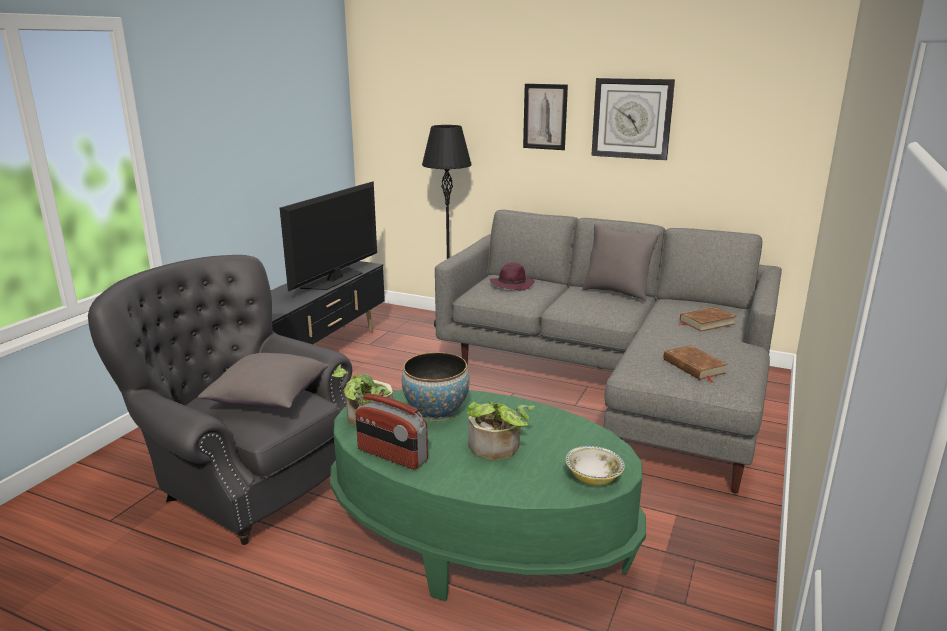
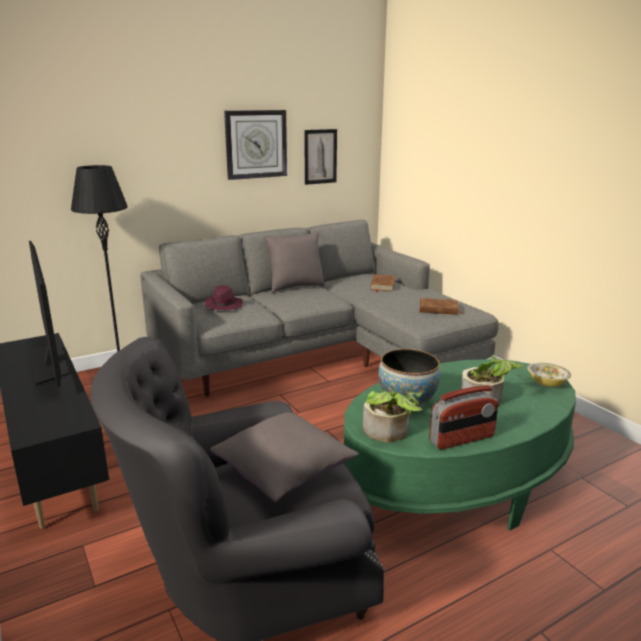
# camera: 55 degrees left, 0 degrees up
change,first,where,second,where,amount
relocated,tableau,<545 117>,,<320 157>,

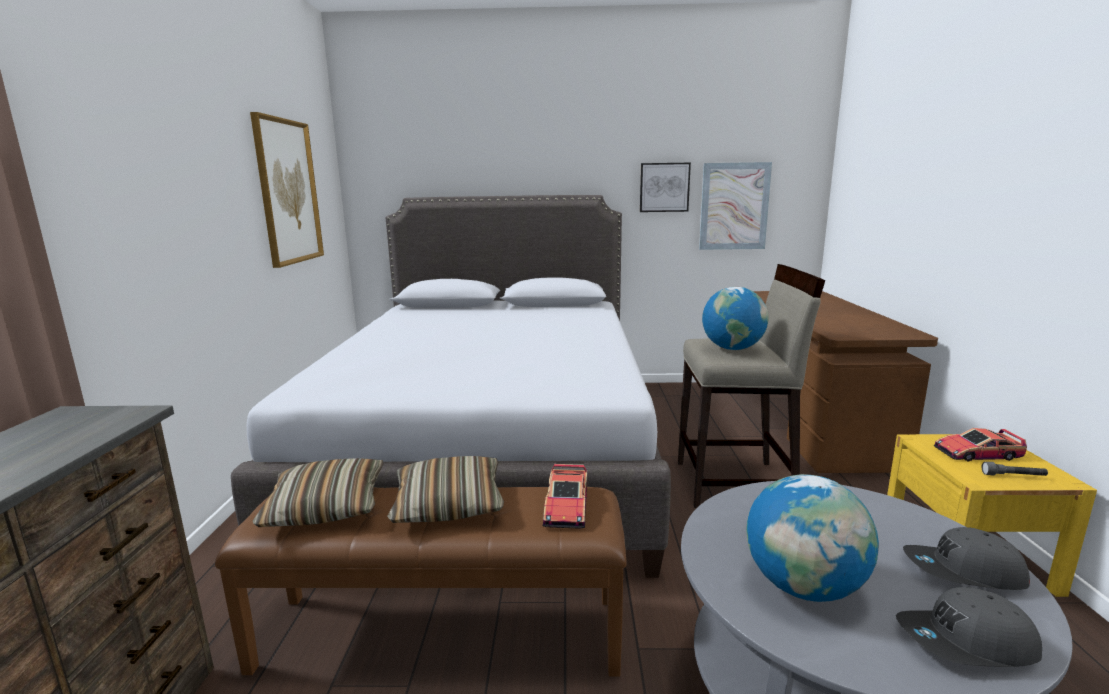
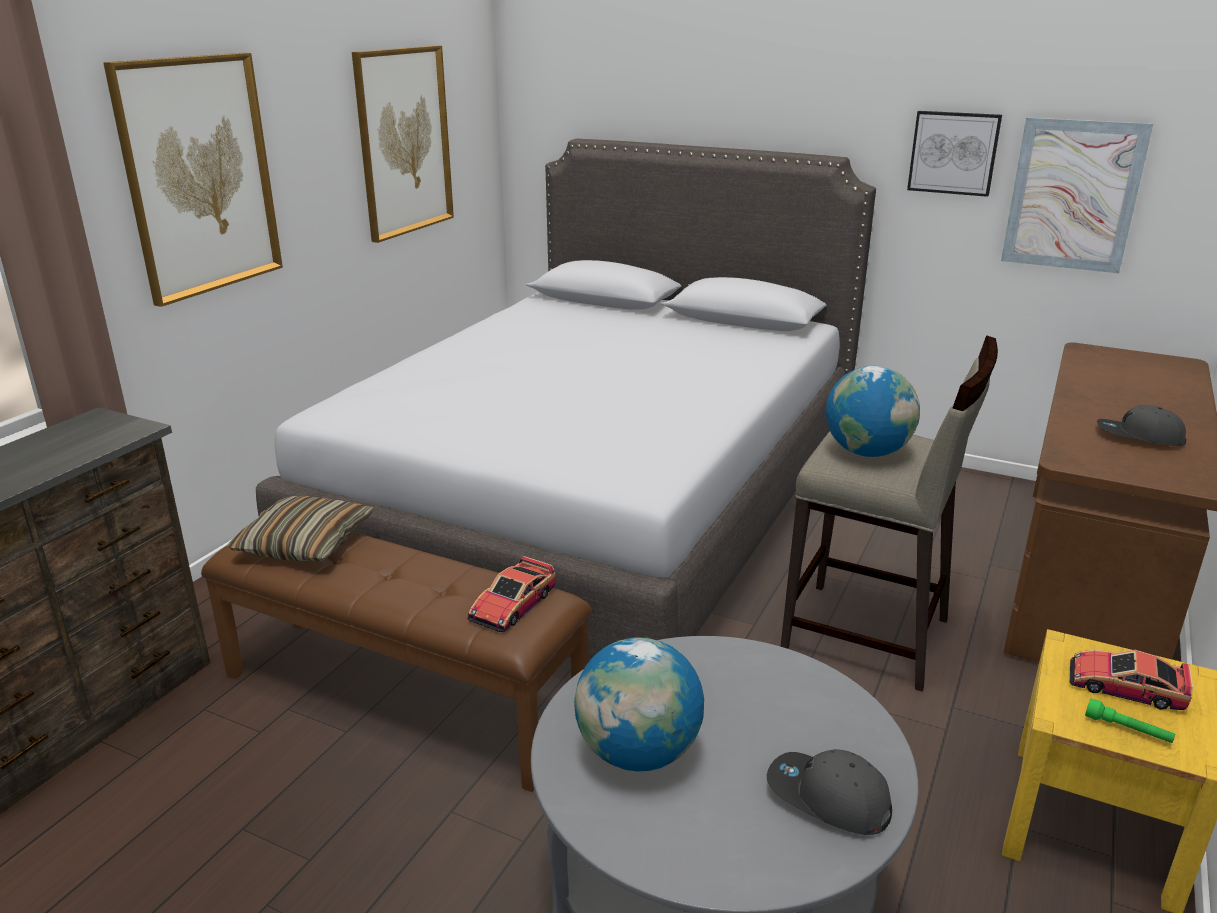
# camera: 25 degrees right, 10 degrees up
change,first,where,second,where,amount
missing,coussin,<446 489>,,,
relocated,casquette/gris,<969 627>,,<1141 425>,
colour,lampe de poche/gris,<1015 469>,lampe de poche/vert,<1130 721>,
appeared,,,tableau,<193 180>,

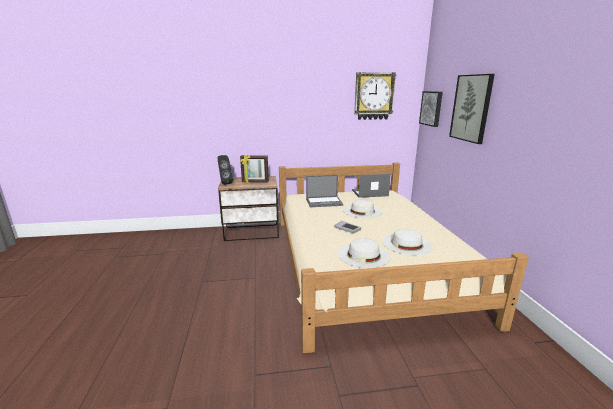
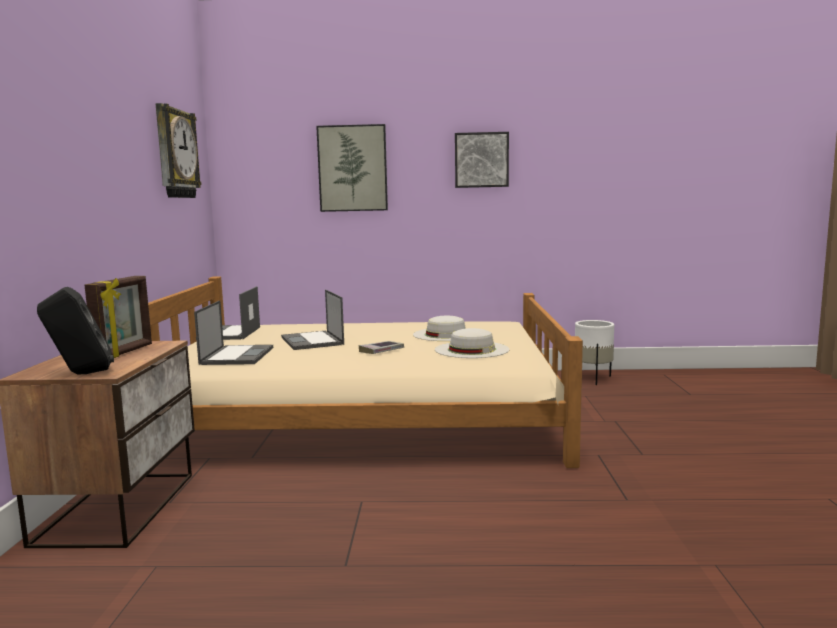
# camera: 80 degrees left, 10 degrees down
change,first,where,second,where,amount
exchanged,chapeau/blanc,<362 209>,ordinateur portable,<312 320>,
relocated,tableau,<431 109>,,<482 160>,
appeared,,,cache-pot/blanc,<594 352>,

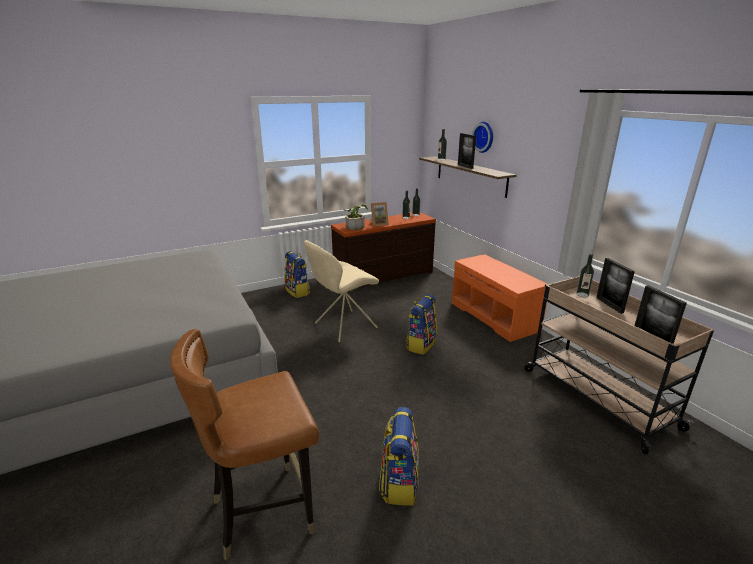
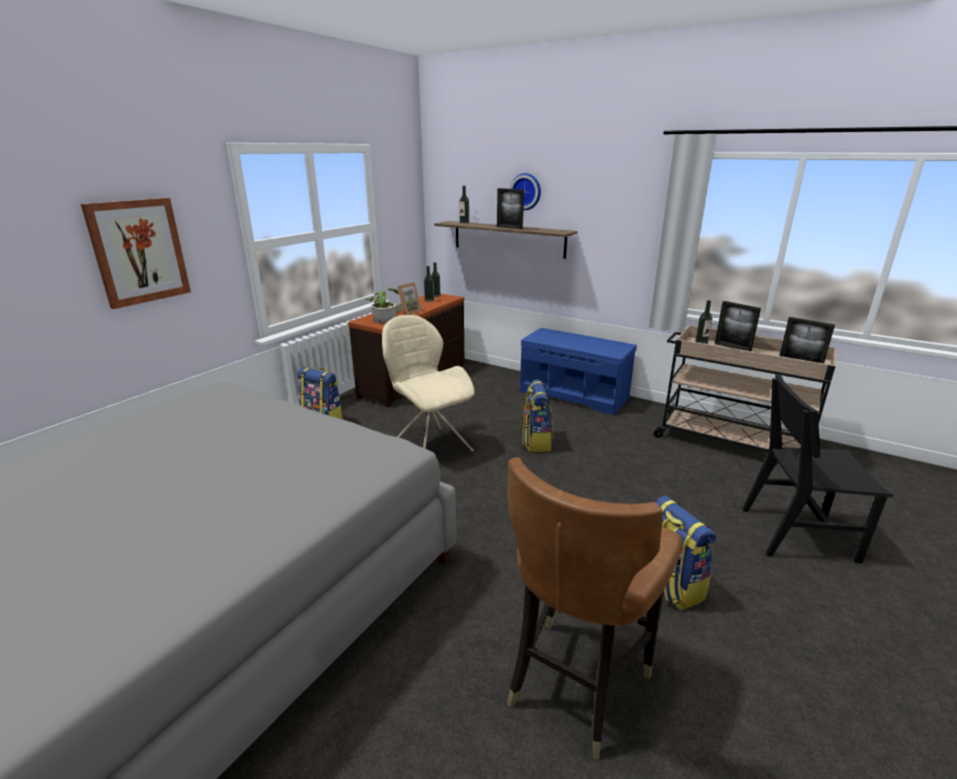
# camera: 30 degrees left, 0 degrees up
change,first,where,second,where,amount
spun,chaise/beige,<341 291>,,<428 383>,120 degrees clockwise
colour,banc/orange,<499 298>,banc/bleu,<578 371>,
appeared,,,tableau,<136 253>,
appeared,,,chaise/noir,<817 469>,

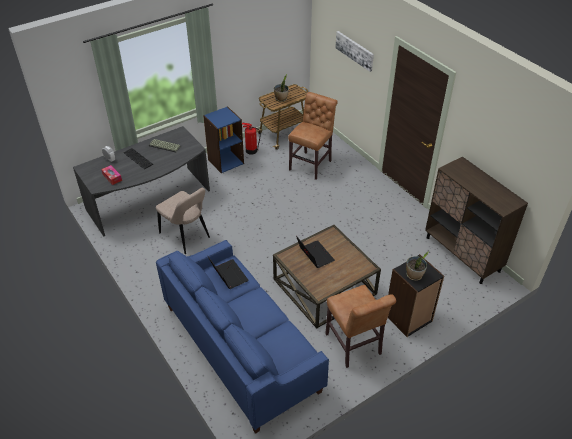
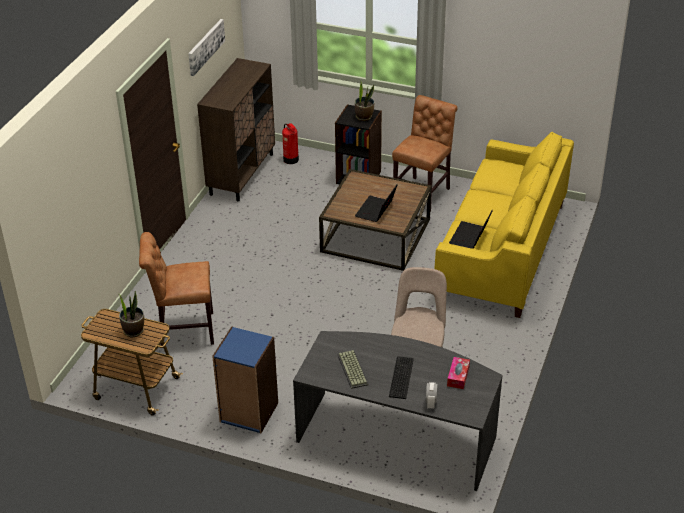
# camera: 125 degrees left, 5 degrees down
change,first,where,second,where,amount
colour,canapé/bleu,<242 337>,canapé/jaune,<504 225>,
relocated,extincteur,<251 139>,,<290 143>,
relocated,tableau,<354 51>,,<206 47>,

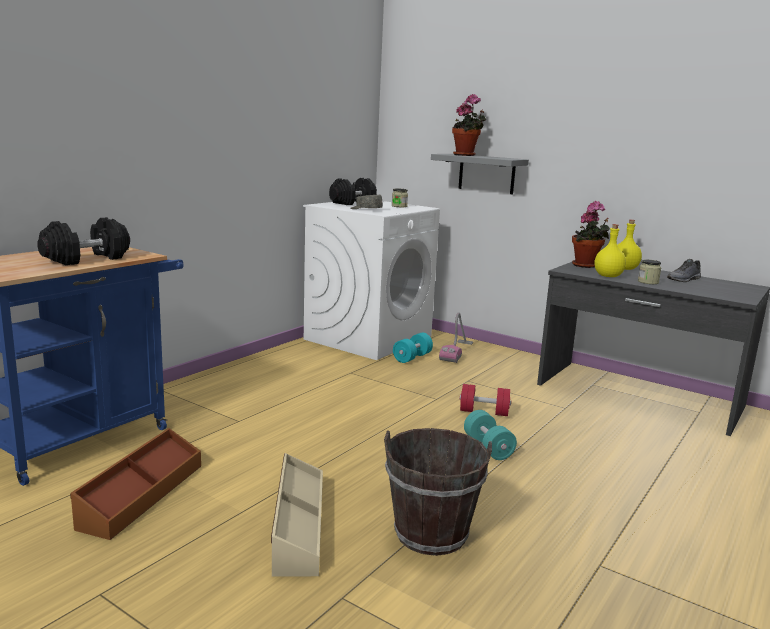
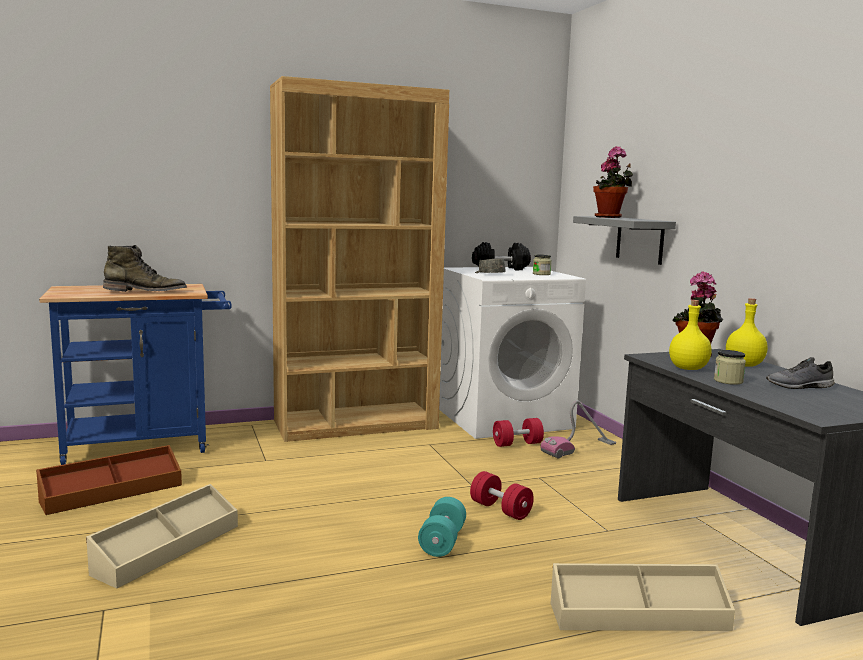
# camera: 35 degrees right, 5 degrees down
change,first,where,second,where,amount
exchanged,haltère/noir,<83 241>,botte/vert,<145 268>,
missing,seau/marron,<438 492>,,,
colour,haltère/turquoise,<413 348>,haltère/rouge,<518 432>,
appeared,,,bibliothèque/marron,<359 259>,
appeared,,,boîte de rangement/beige,<643 597>,

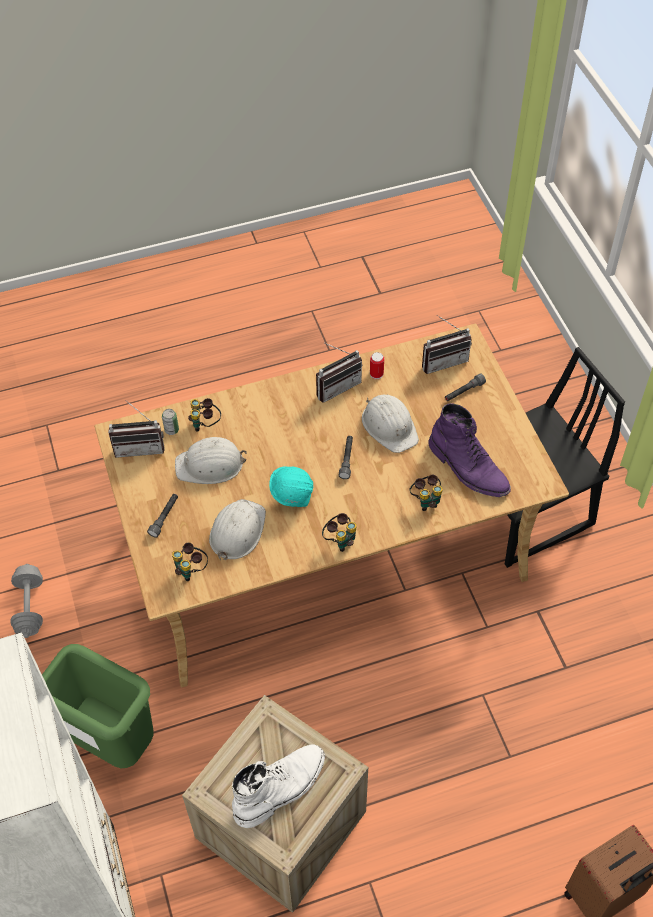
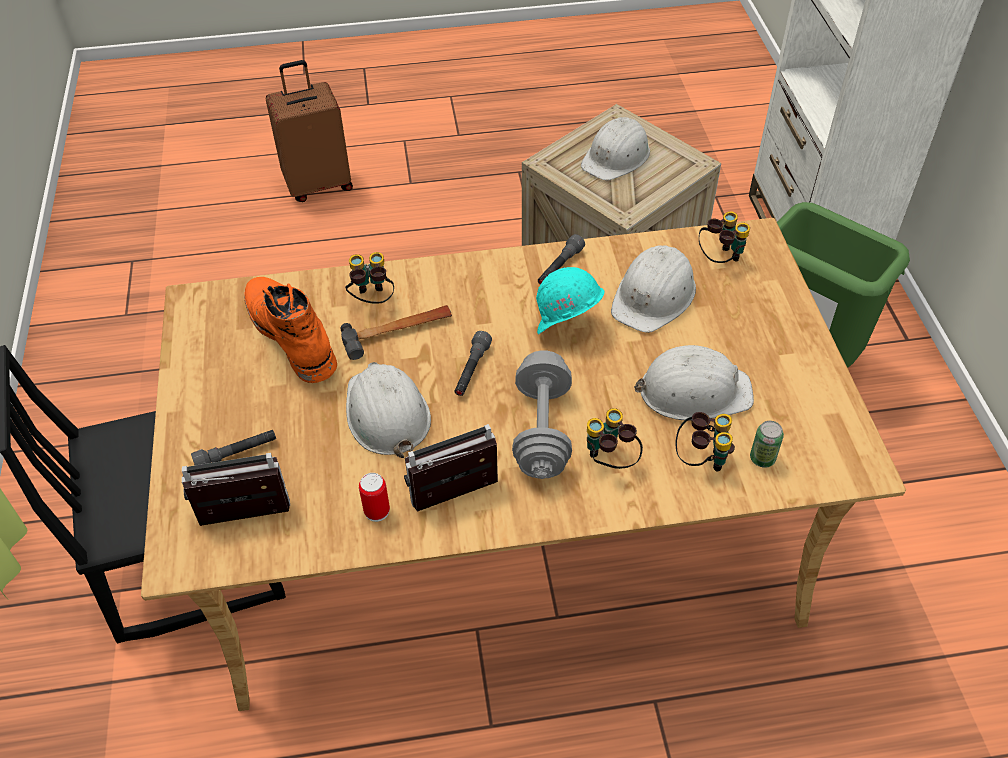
# camera: 170 degrees left, 5 degrees down
change,first,where,second,where,amount
relocated,haltère/gris,<26 601>,,<542 414>,
missing,radio,<136 430>,,,
relocated,lampe de poche/gris,<162 516>,,<561 259>,
exchanged,botte/blanc,<278 786>,casque de chantier/blanc,<615 149>,
relocated,jumelles,<339 532>,,<615 438>,
colour,botte/violet,<469 450>,botte/orange,<290 330>,
appeared,,,marteau,<396 332>,

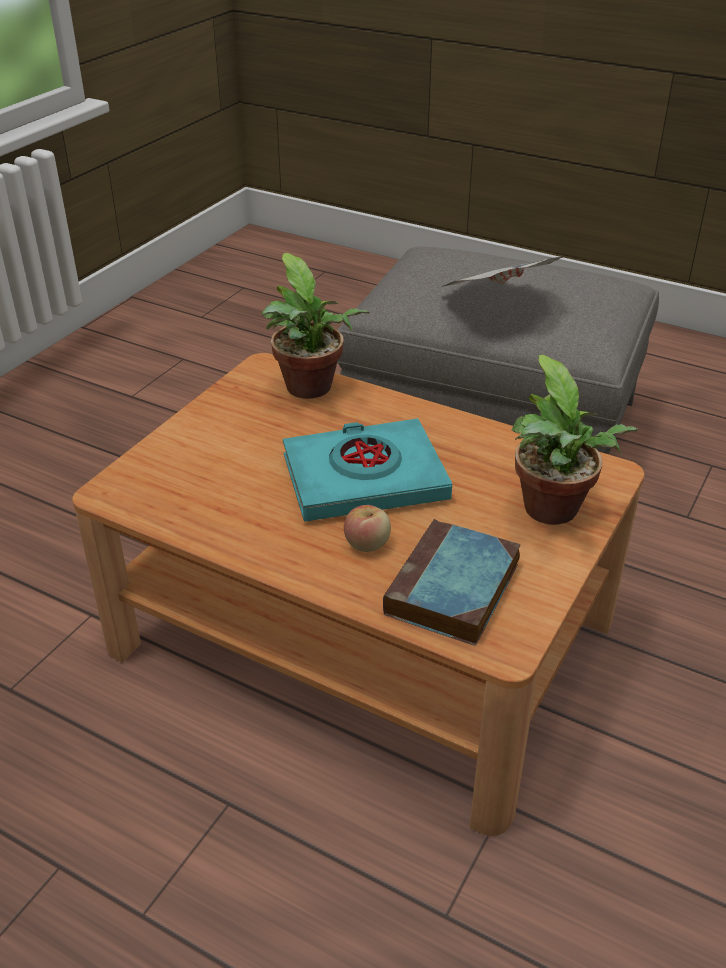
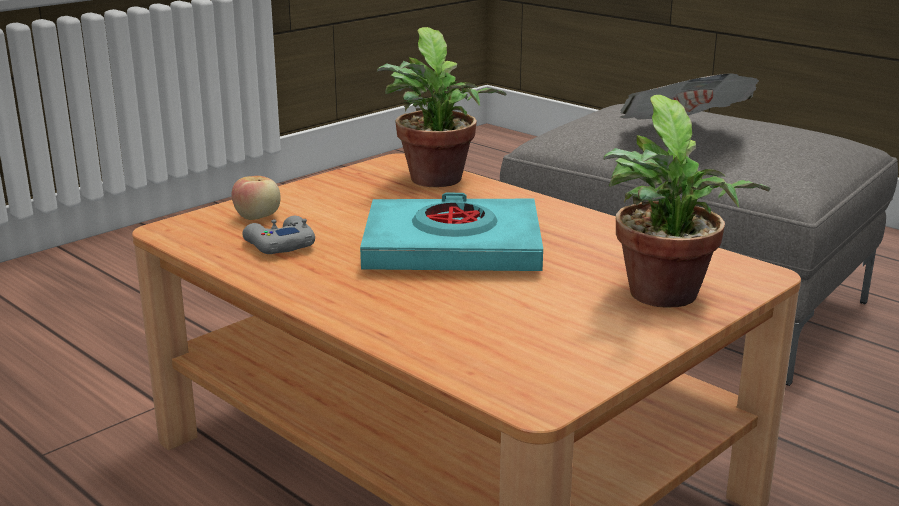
# camera: 15 degrees right, 15 degrees down
change,first,where,second,where,amount
relocated,pomme,<367 528>,,<256 198>,
missing,livre,<451 582>,,,
appeared,,,manette/gris,<278 235>,

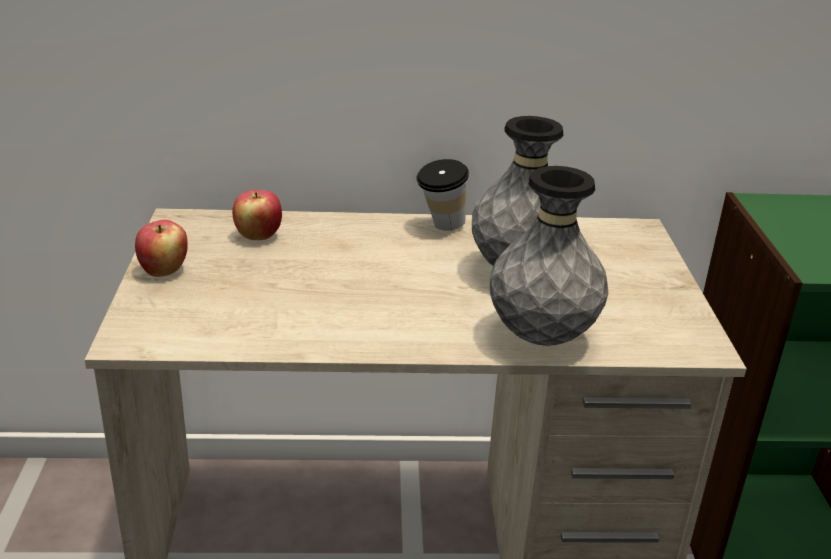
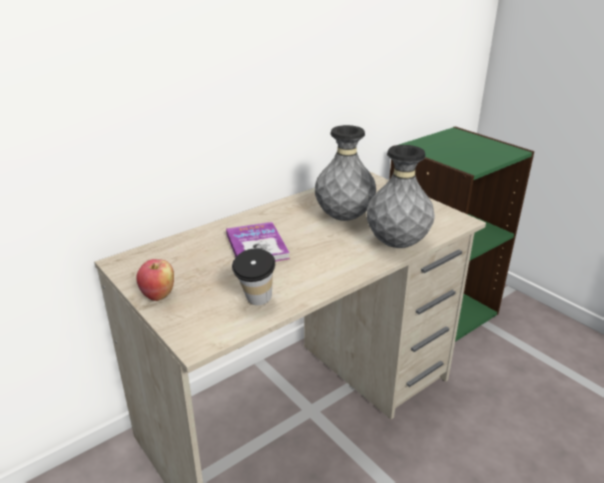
# camera: 35 degrees left, 0 degrees up
change,first,where,second,where,amount
missing,pomme,<257 215>,,,
relocated,tasse,<443 195>,,<253 276>,
appeared,,,livre,<258 241>,

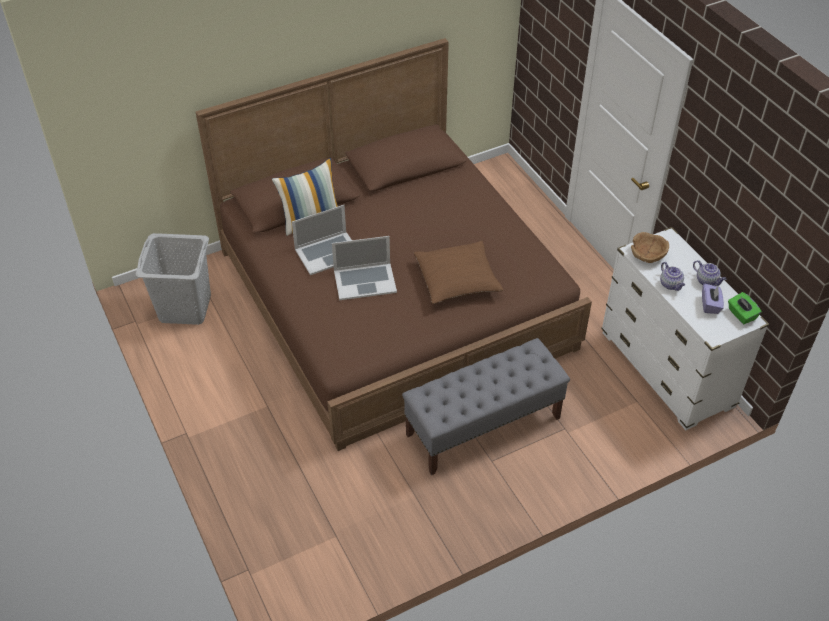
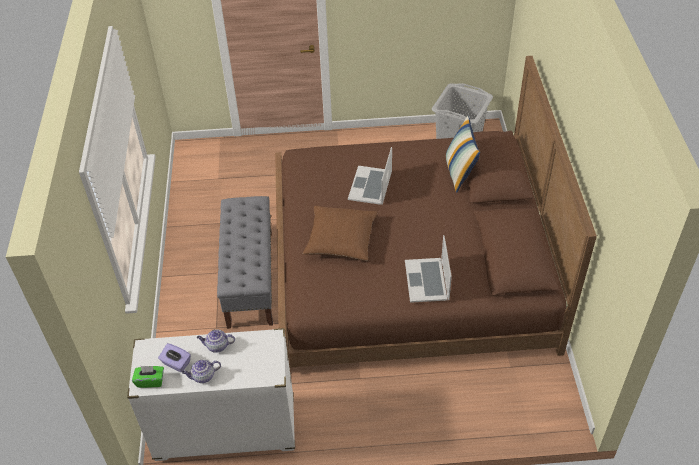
# camera: 115 degrees right, 0 degrees up
change,first,where,second,where,amount
relocated,ordinateur portable,<322 240>,,<428 269>,
missing,bol/marron,<650 247>,,,

